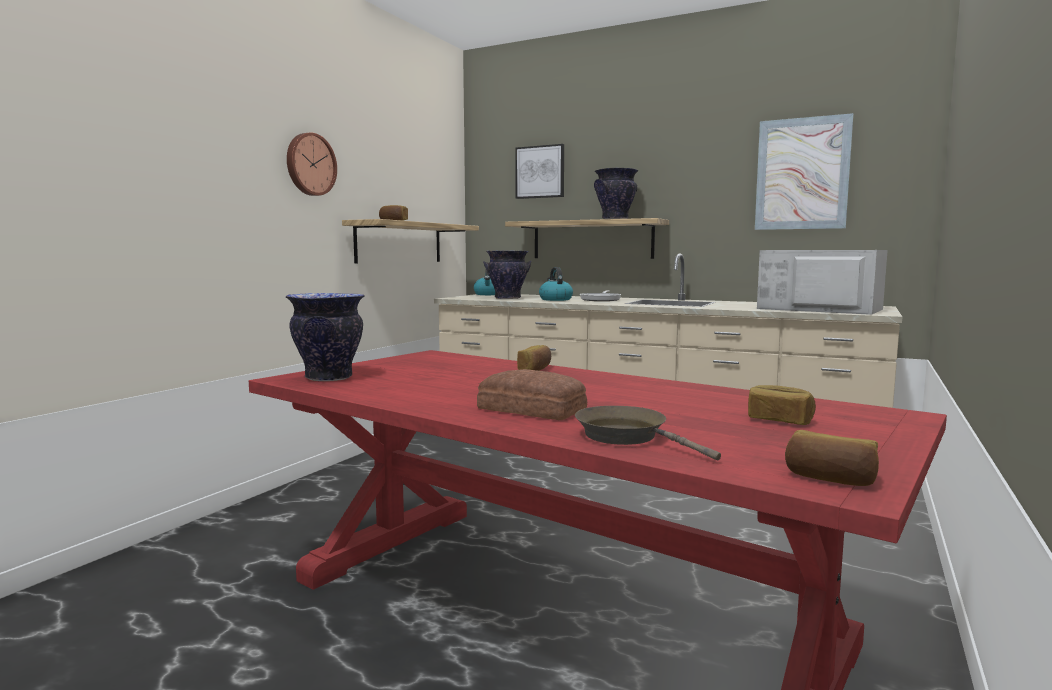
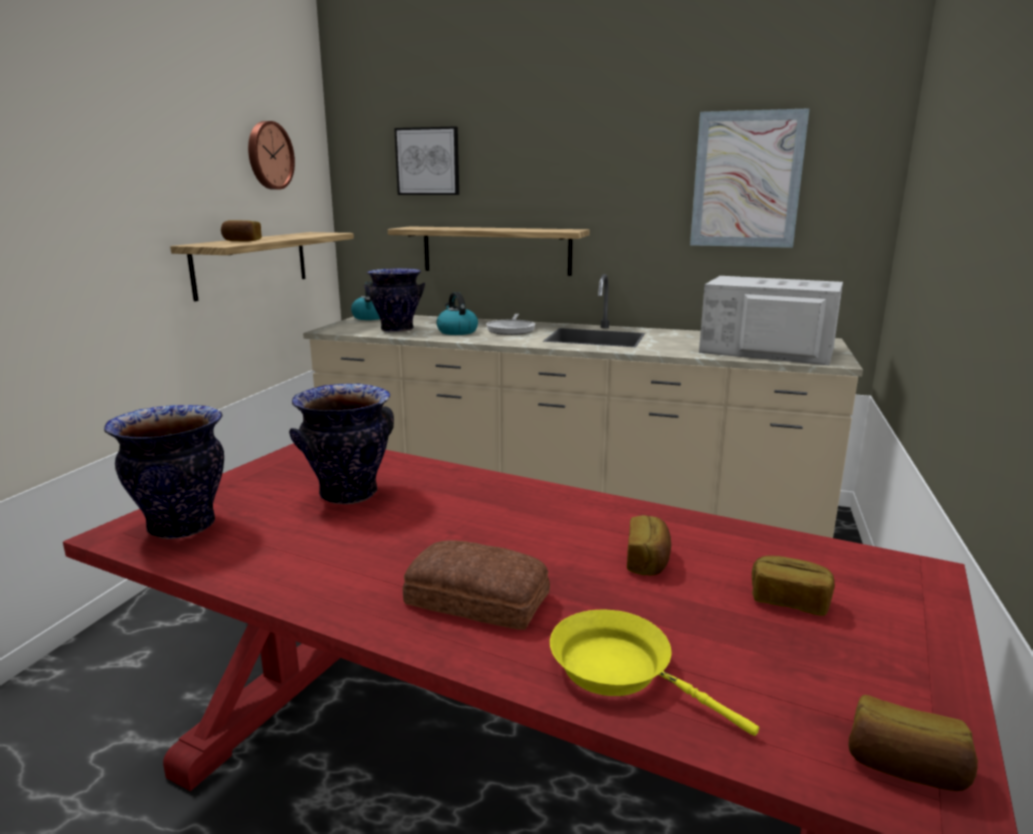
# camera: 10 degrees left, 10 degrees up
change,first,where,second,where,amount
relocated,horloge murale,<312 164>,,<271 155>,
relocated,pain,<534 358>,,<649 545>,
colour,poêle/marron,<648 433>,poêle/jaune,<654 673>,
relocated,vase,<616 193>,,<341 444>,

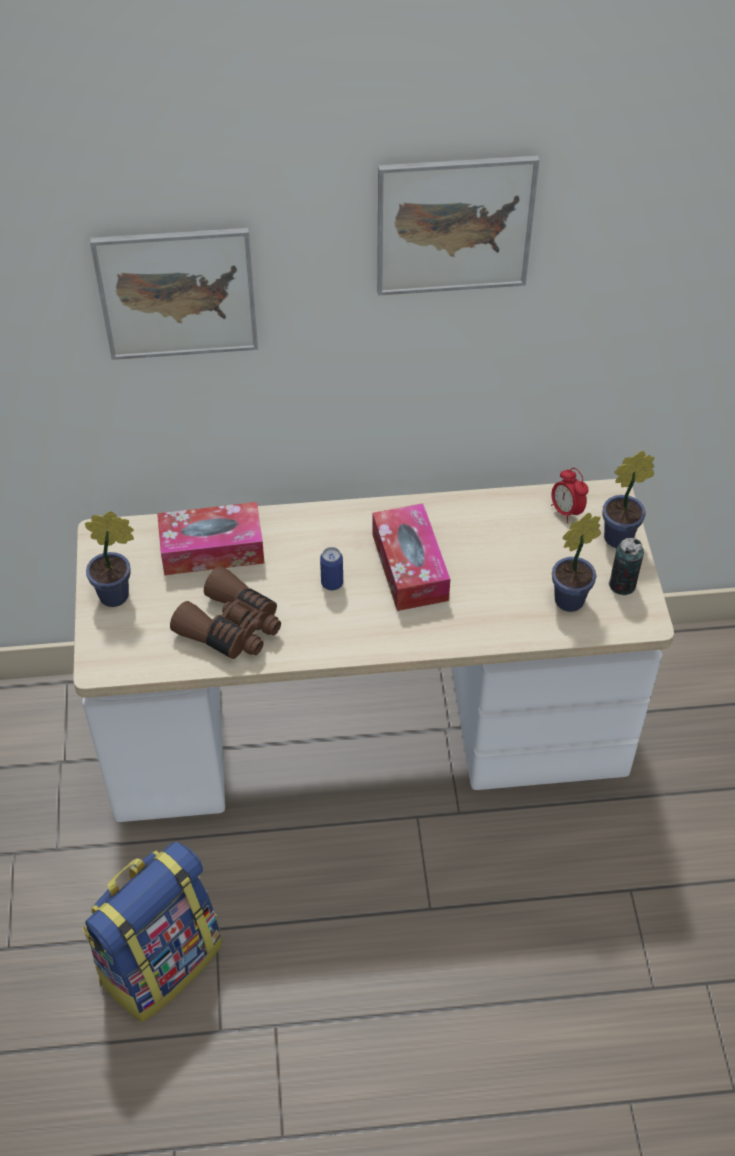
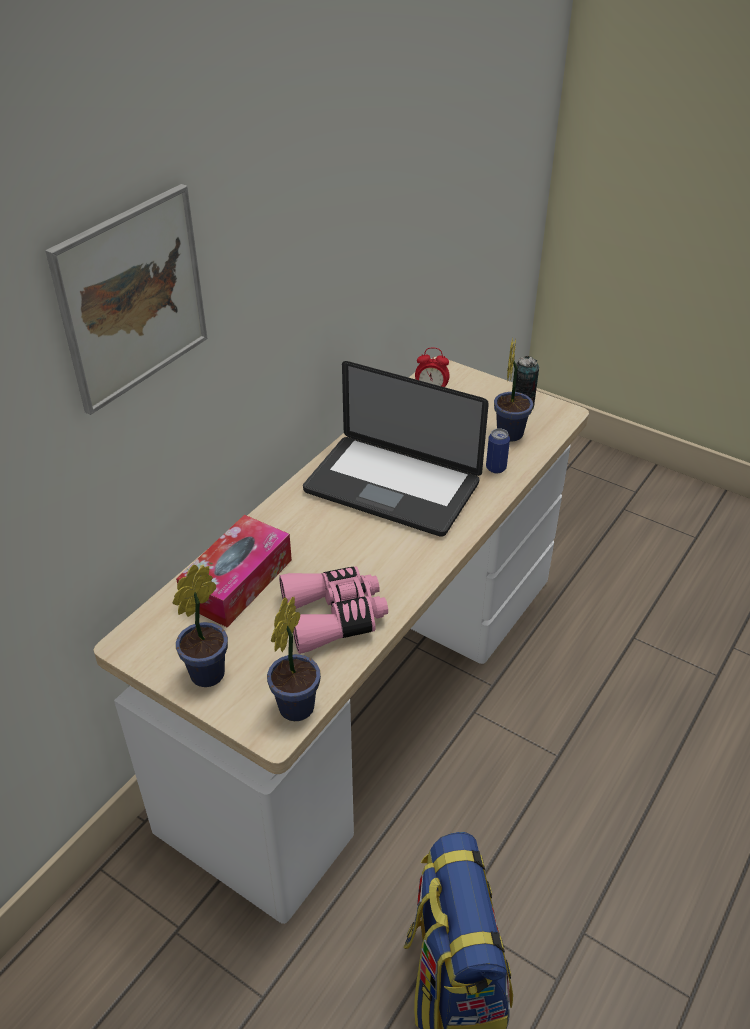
# camera: 50 degrees left, 10 degrees down
change,first,where,second,where,amount
colour,jumelles/marron,<225 612>,jumelles/rose,<333 610>,
relocated,boîte métallique,<331 569>,,<498 450>,
exchanged,boîte à mouchoirs,<411 557>,ordinateur portable,<396 449>,
missing,tableau,<458 226>,,,
relocated,plante en pot,<629 499>,,<294 659>,

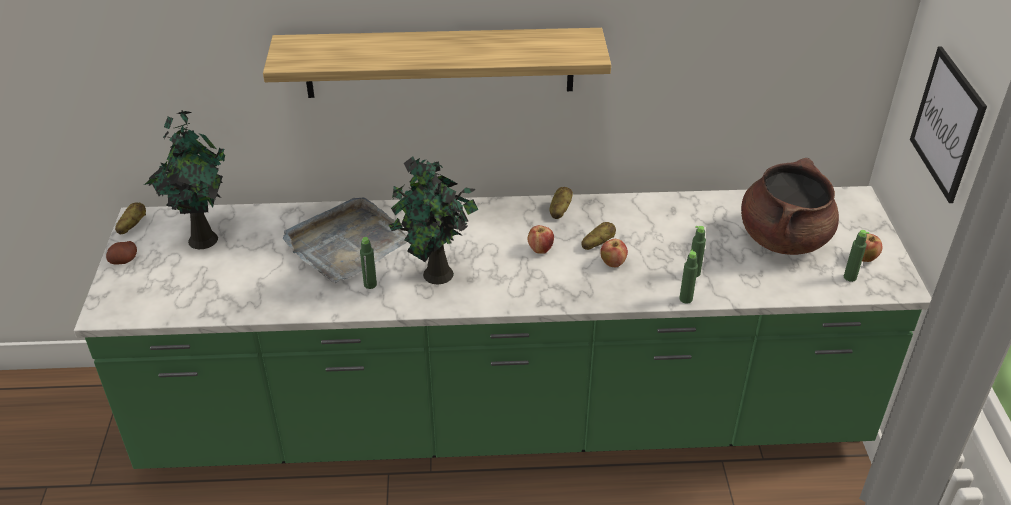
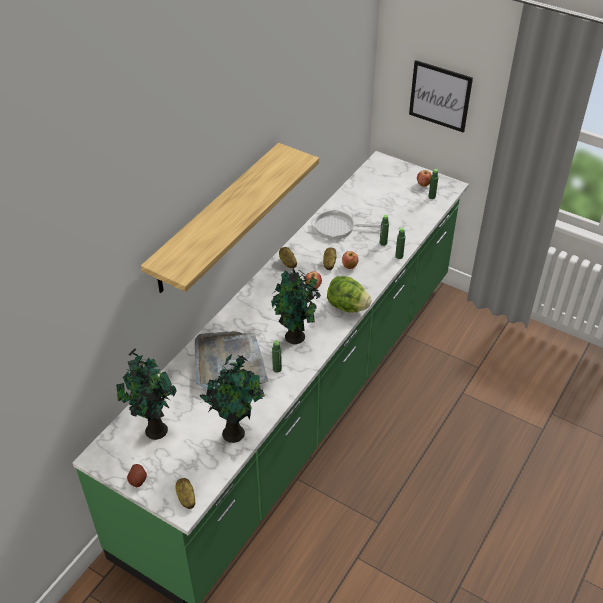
# camera: 55 degrees left, 5 degrees up
change,first,where,second,where,amount
relocated,pomme de terre,<130 218>,,<185 493>,
missing,marmite/marron,<790 206>,,,
appeared,,,plante en pot,<232 398>,
appeared,,,poêle,<346 224>,
appeared,,,laitue,<349 294>,

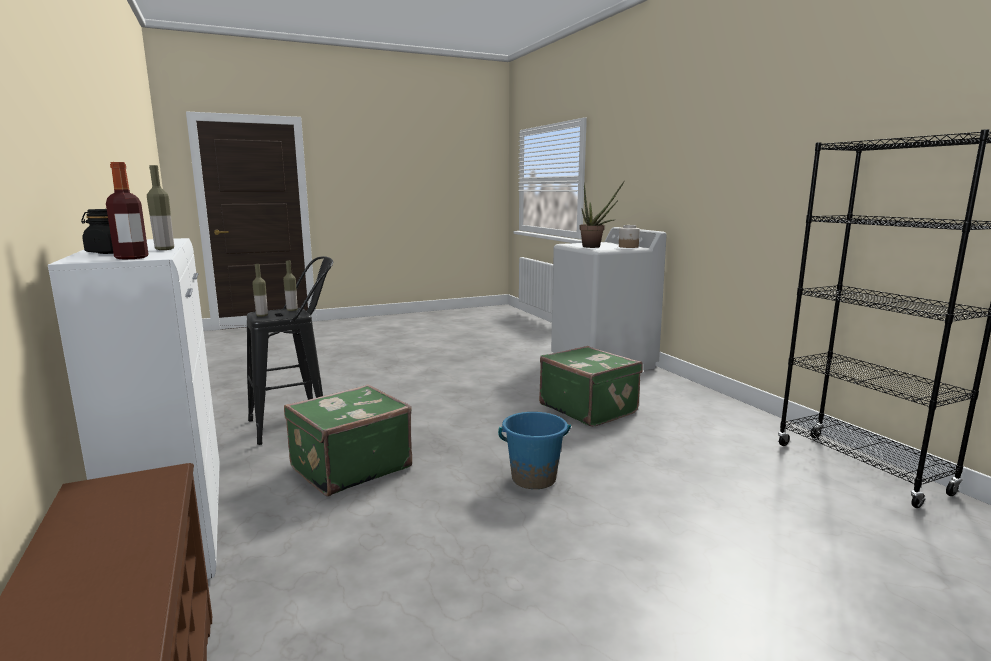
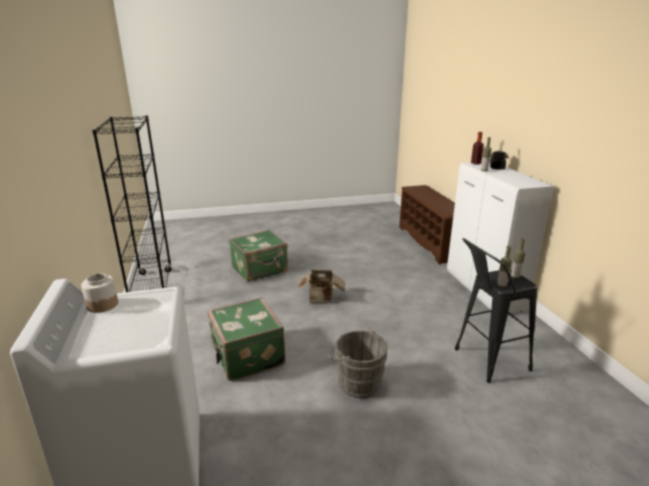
# camera: 170 degrees left, 10 degrees up
change,first,where,second,where,amount
relocated,valise/vert,<348 440>,,<258 255>,
exchanged,seau/bleu,<534 450>,carton,<321 286>,
missing,plante en pot,<602 214>,,,
appeared,,,seau/gris,<358 364>,

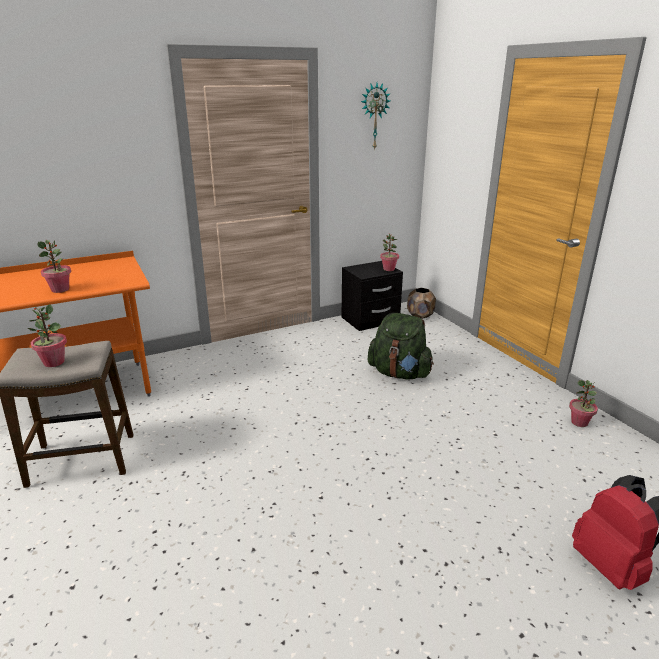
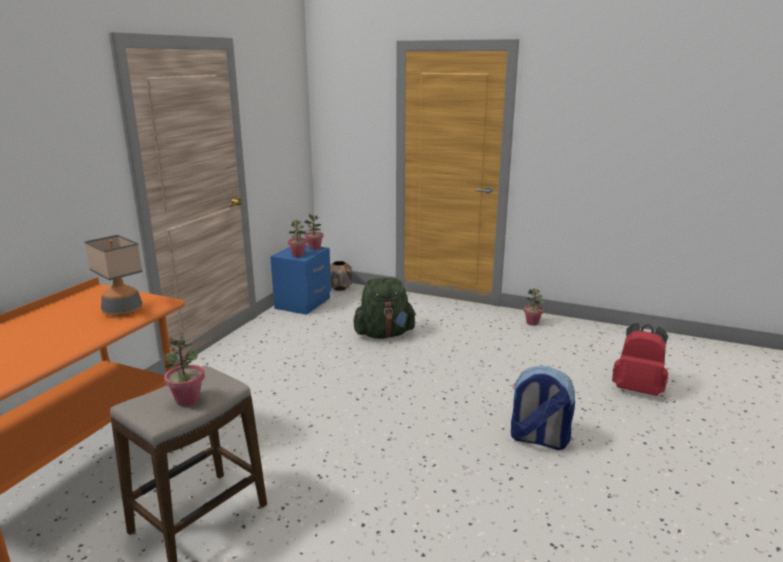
# camera: 40 degrees left, 5 degrees down
change,first,where,second,where,amount
relocated,plante en pot,<54 266>,,<297 238>,
colour,table de chevet/noir,<372 296>,table de chevet/bleu,<300 280>,
missing,horloge murale,<375 116>,,,
appeared,,,lampe de table,<113 275>,
appeared,,,sac à dos,<543 408>,

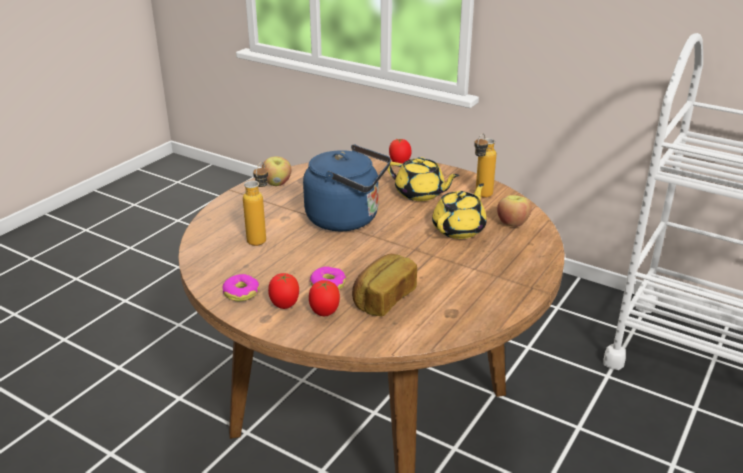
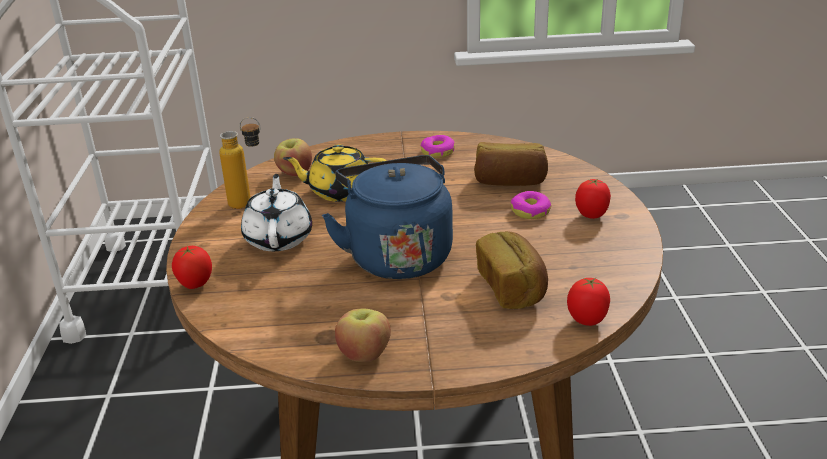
# camera: 125 degrees left, 0 degrees up
change,first,where,second,where,amount
relocated,beignet,<241 287>,,<437 146>,
exchanged,bouteille,<255 204>,pain,<512 270>,
relocated,tomate,<324 298>,,<588 302>,
colour,théière/jaune,<424 179>,théière/blanc,<276 212>,

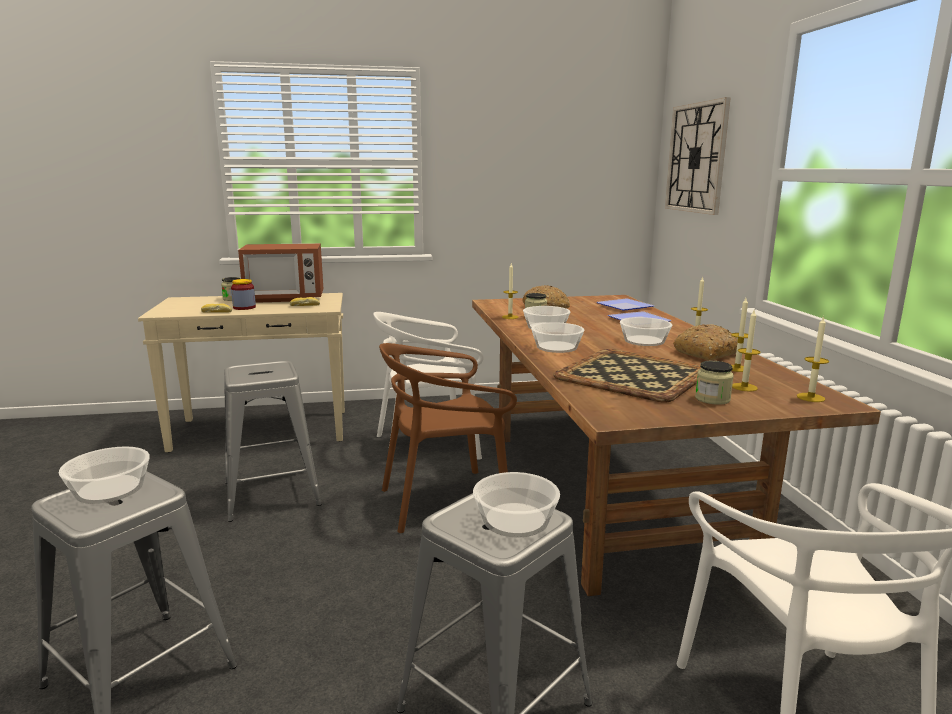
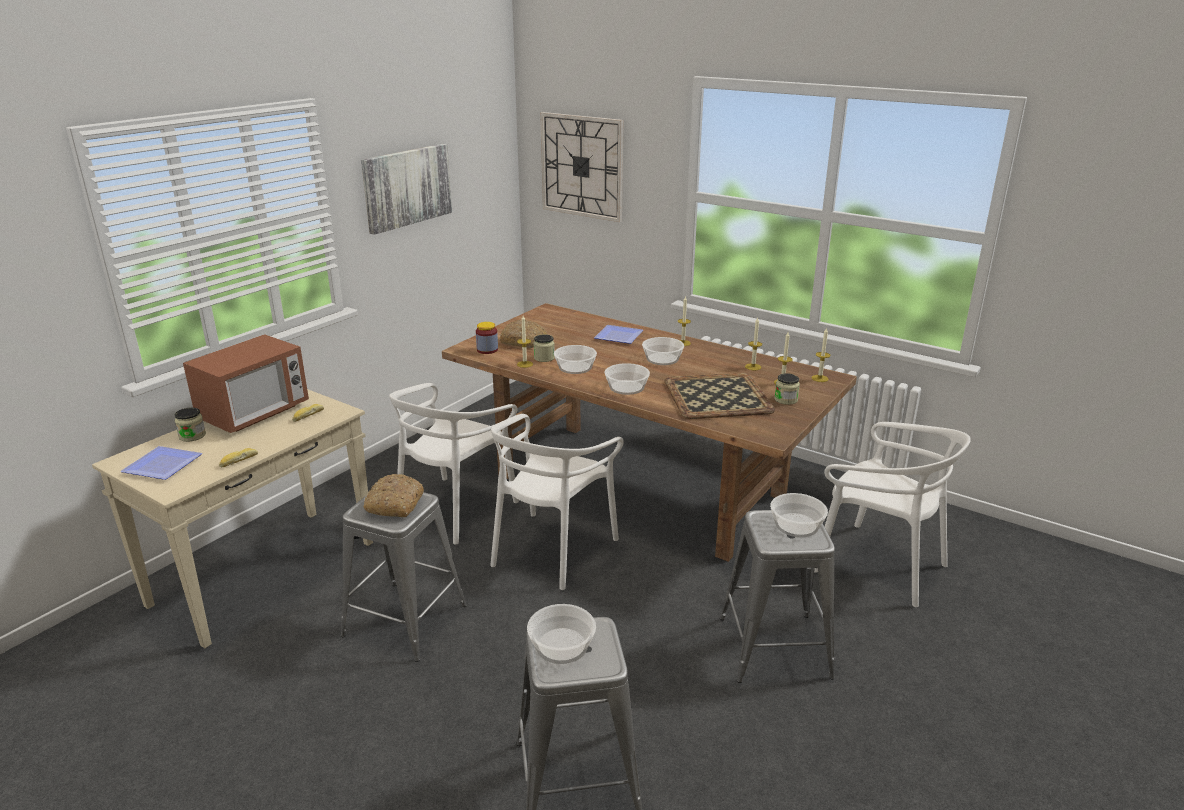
# camera: 45 degrees left, 10 degrees up
change,first,where,second,where,amount
relocated,bocal,<243 294>,,<487 338>,
colour,chaise/marron,<448 438>,chaise/blanc,<557 502>,
relocated,assiette,<625 304>,,<161 463>,
relocated,pain,<705 342>,,<394 495>,
appeared,,,tableau,<406 189>,

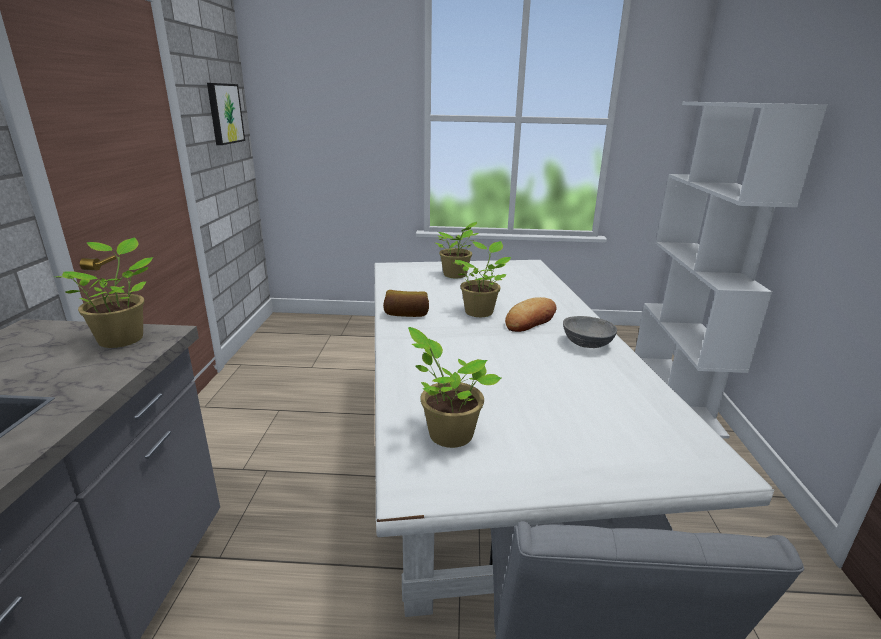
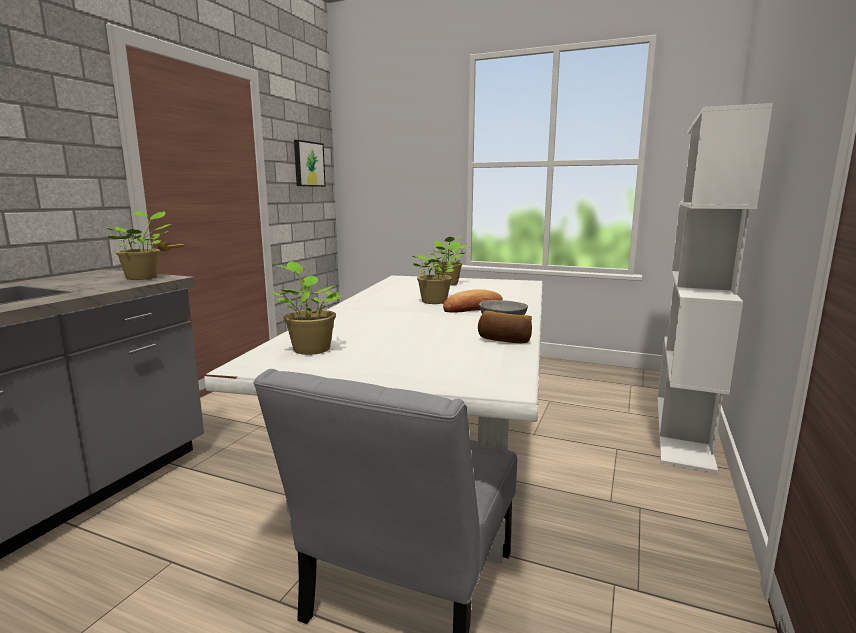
# camera: 20 degrees right, 10 degrees down
change,first,where,second,where,amount
relocated,pain,<406 303>,,<505 327>,

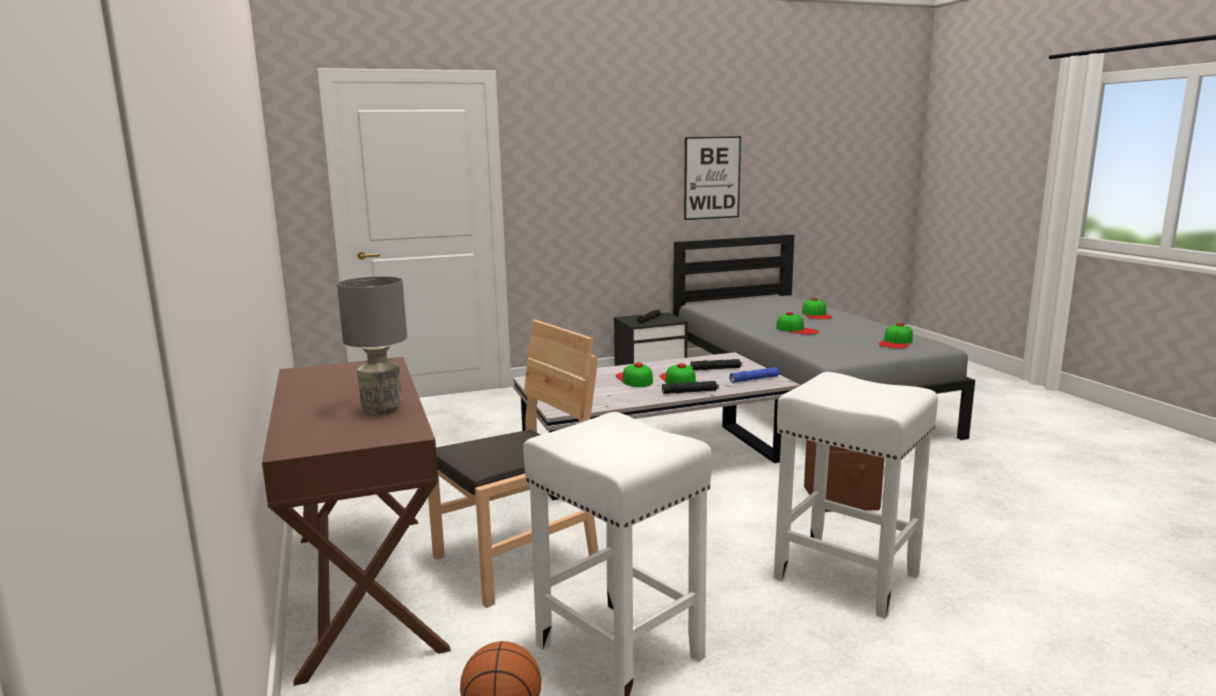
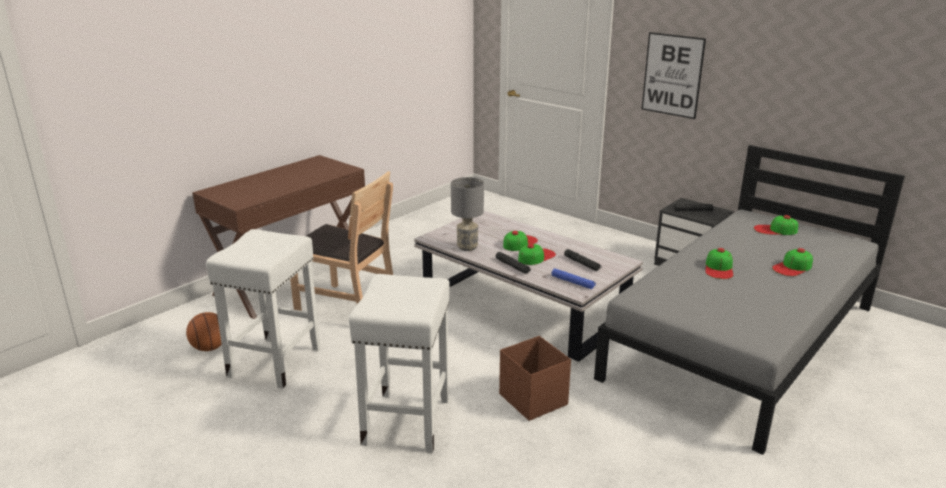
# camera: 60 degrees right, 10 degrees up
change,first,where,second,where,amount
relocated,lampe de table/gris,<372 345>,,<467 214>,
relocated,tableau,<712 178>,,<674 75>,
relocated,casquette,<895 335>,,<776 225>,

